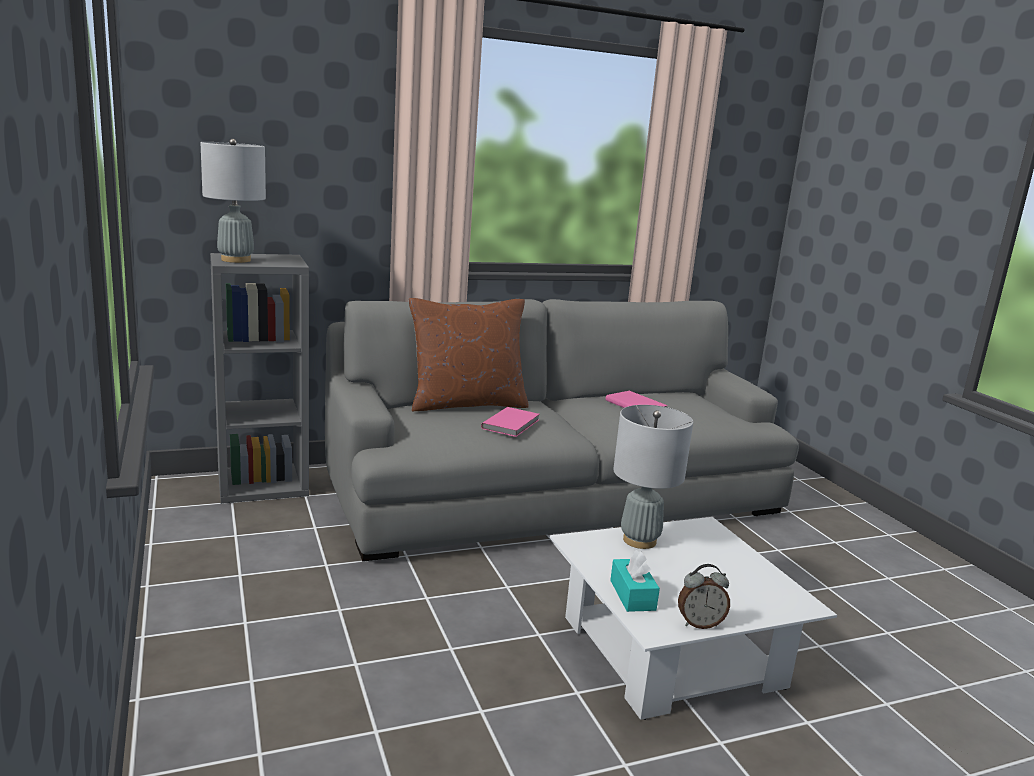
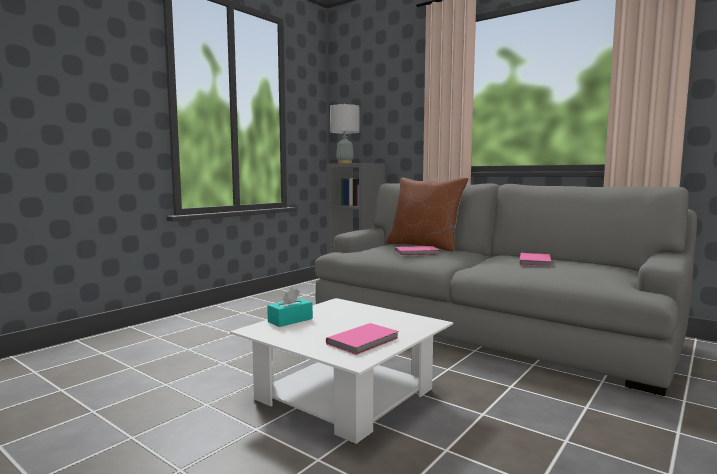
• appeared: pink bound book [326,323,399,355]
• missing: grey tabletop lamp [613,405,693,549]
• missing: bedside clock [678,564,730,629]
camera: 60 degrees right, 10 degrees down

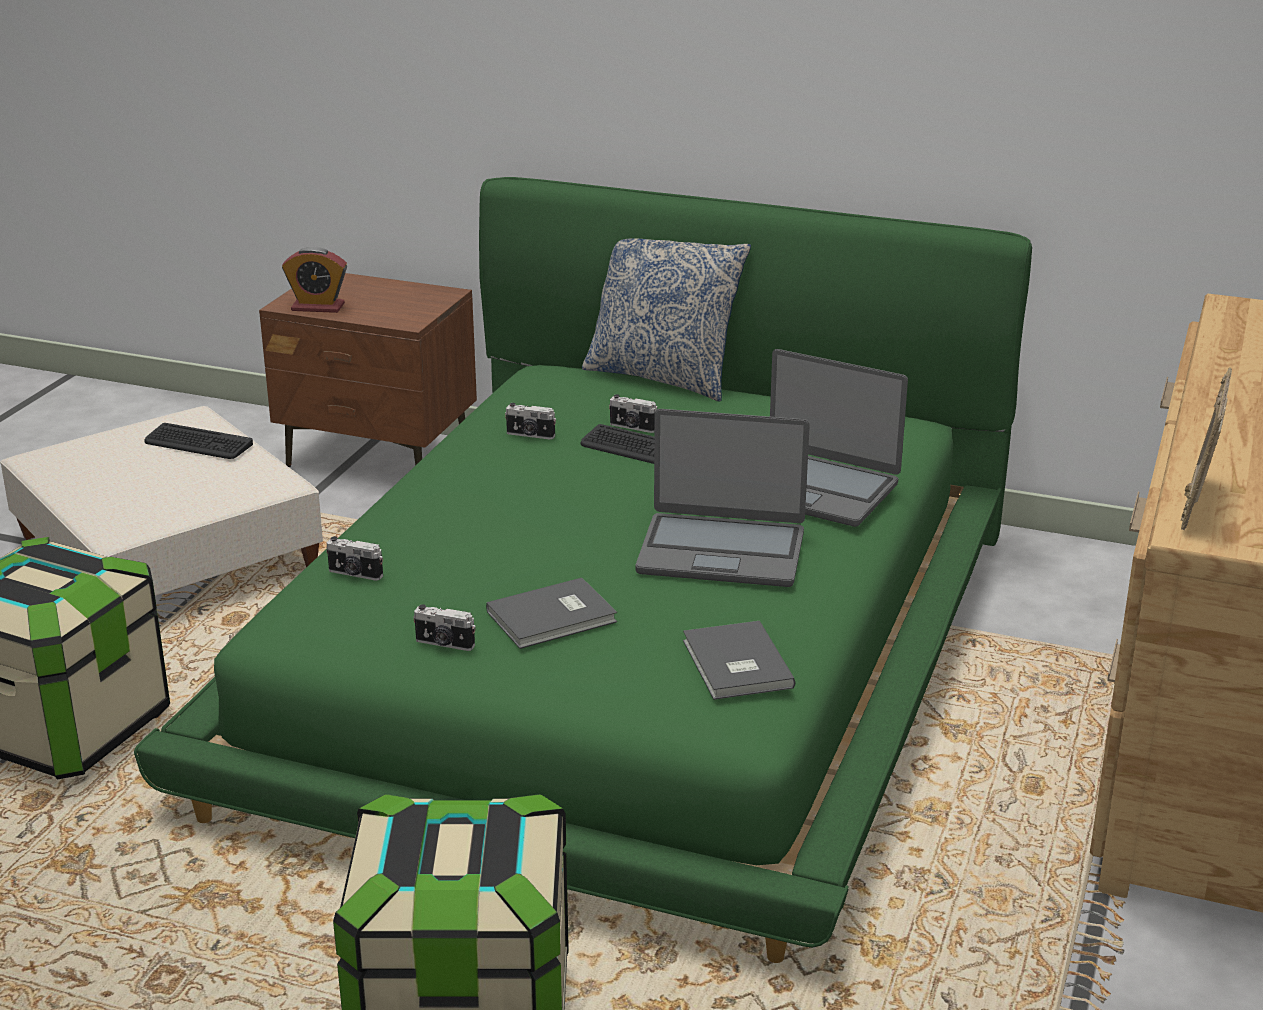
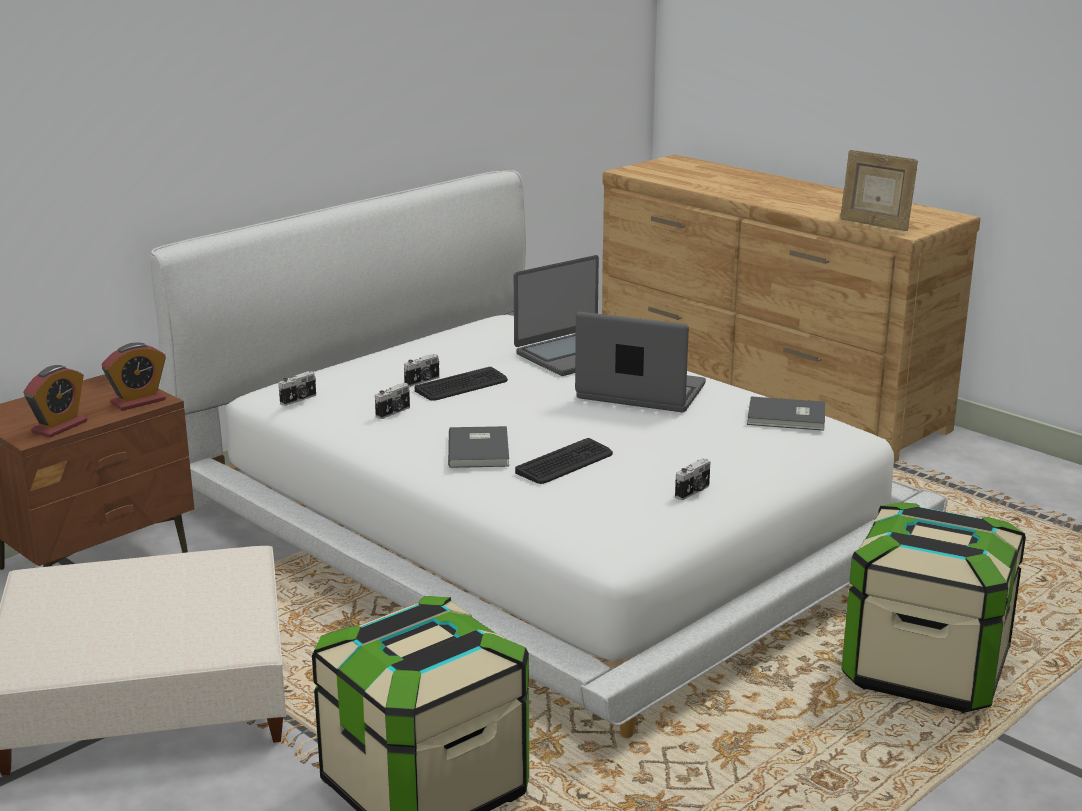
• appeared: bedside clock [102,343,166,411]
• colour: green-coloured sleeping bed [134,177,1032,963] to whitish sleeping bed [150,170,948,738]
• relocated: photo camera [326,536,383,581] to [279,371,316,406]
• relocated: grey bound book [486,578,617,649] to [448,426,509,468]
• relocated: computer keyboard [144,423,253,459] to [515,438,613,484]
• spun: portable computer [635,409,810,587] = [575,312,706,412] 105 degrees counterclockwise
• missing: cushion [582,238,751,401]
camera: 65 degrees left, 5 degrees down

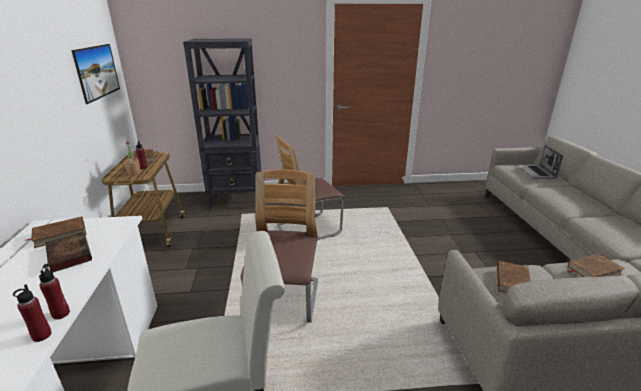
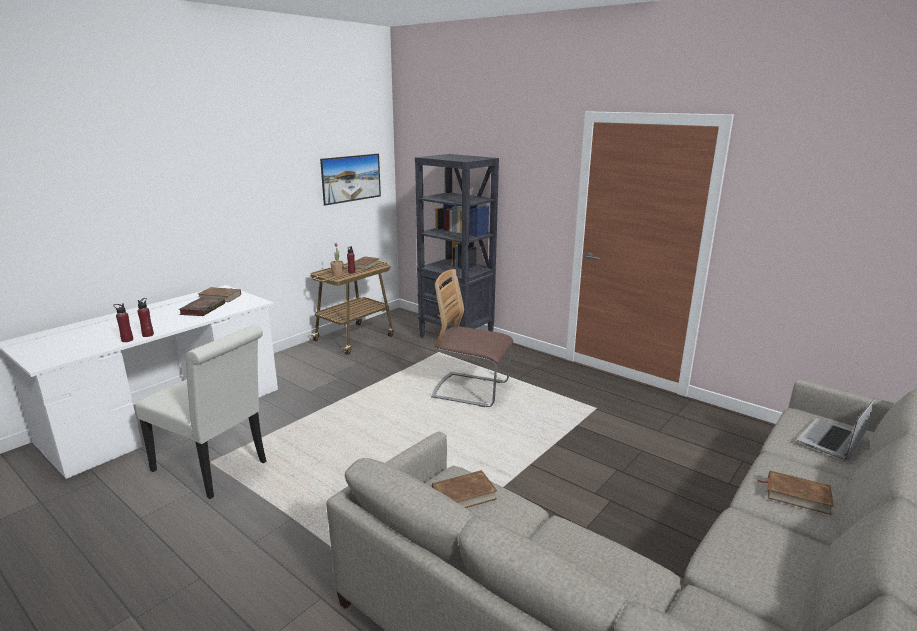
• relocated: brown bound book [568,254,625,277] to [758,470,834,515]
• missing: chair [241,169,318,323]
camera: 45 degrees right, 5 degrees down

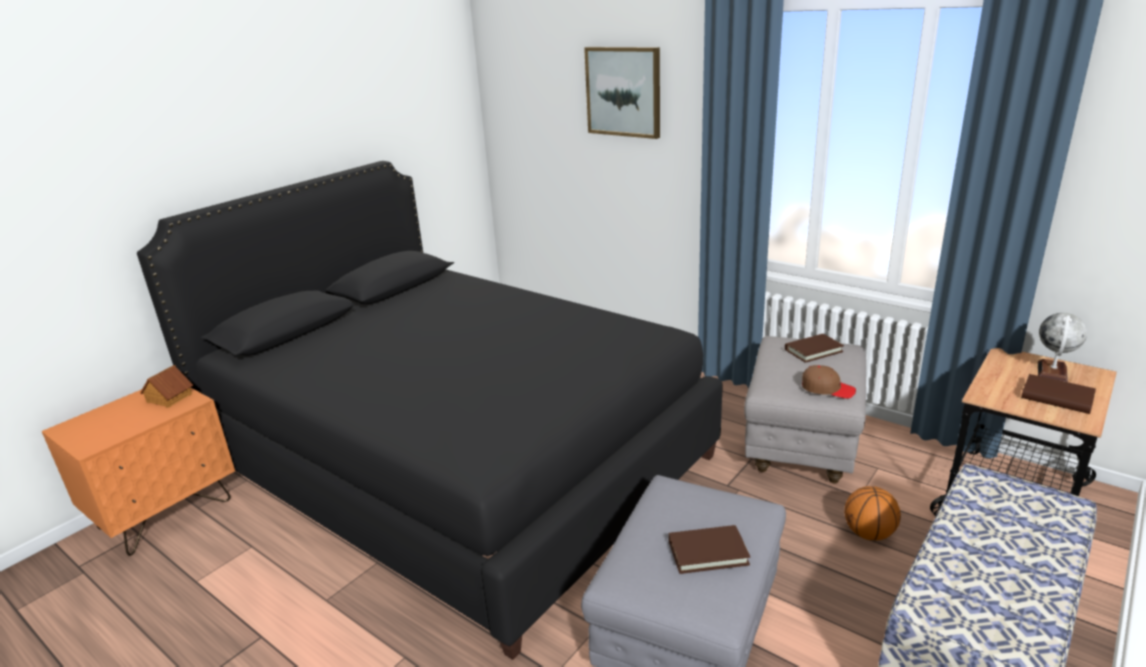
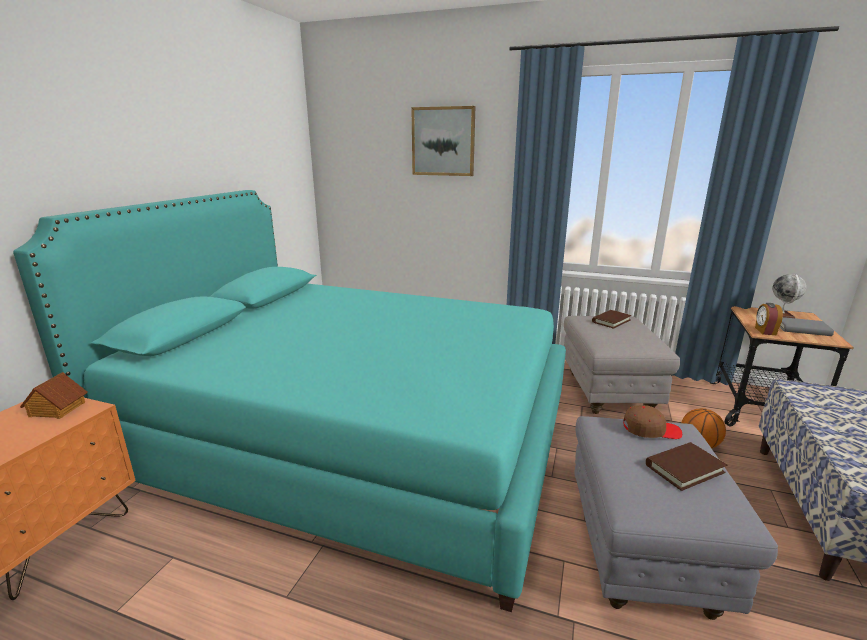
• colour: blackish sleeping bed [137,161,723,660] to blue-green sleeping bed [13,190,566,612]
• relocated: brown baseball cap [802,365,856,398] to [623,405,682,439]
• appeared: bedside clock [755,303,783,335]
• colour: brown bound book [1021,374,1096,414] to grey bound book [780,317,834,336]
camera: 20 degrees left, 5 degrees down

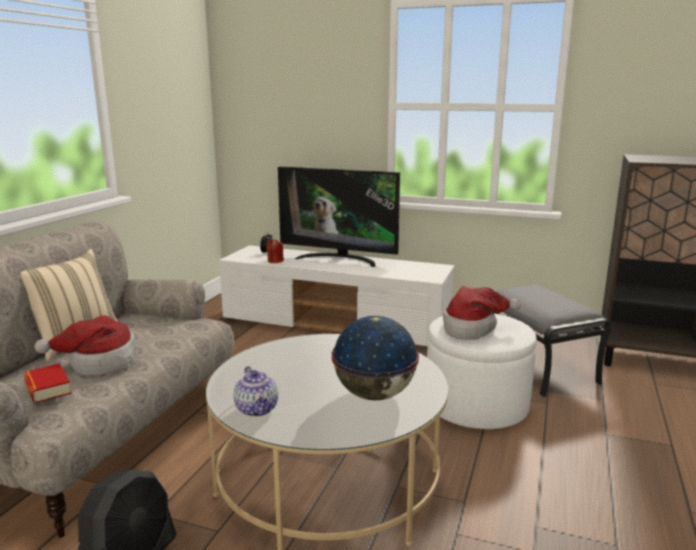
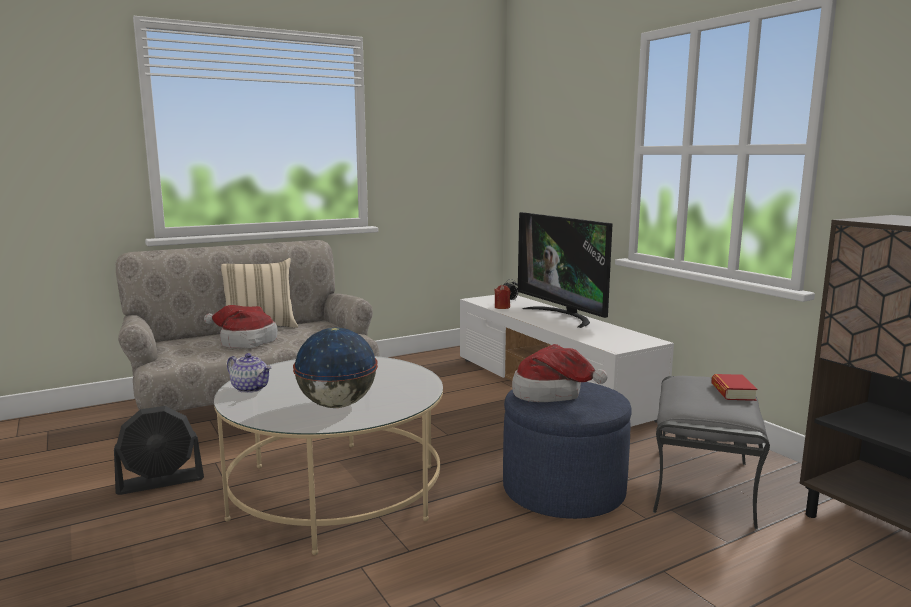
• spun: tea pot [234,366,278,417] = [227,353,272,393] 75 degrees counterclockwise
• colour: whitish pouffe [427,313,537,429] to blue-coloured pouffe [503,382,632,519]
• relocated: bound book [24,363,72,403] to [711,374,758,401]
camera: 40 degrees right, 5 degrees down

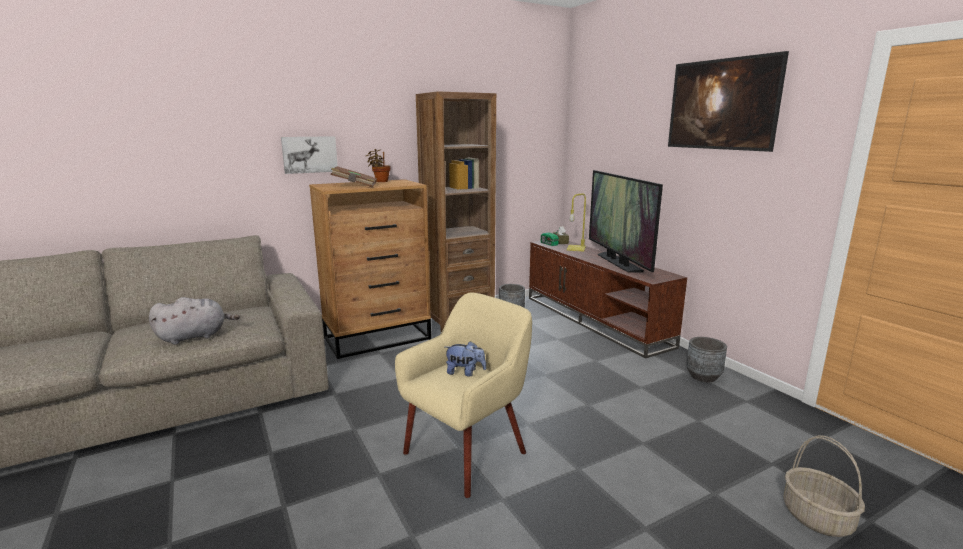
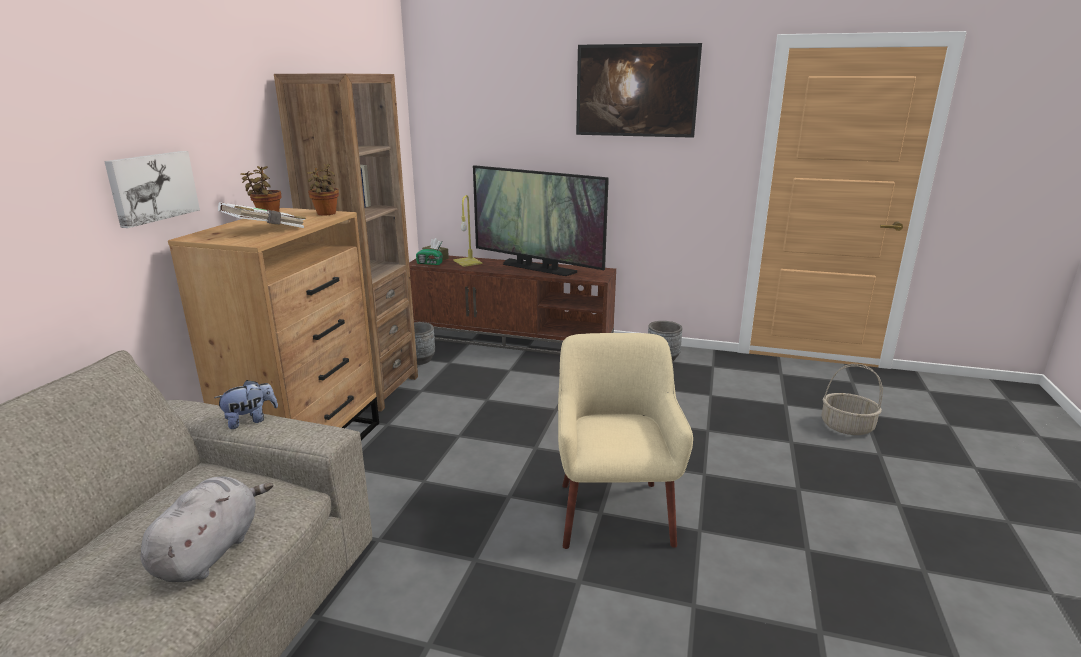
• relocated: soft toy [445,341,486,377] to [214,380,278,429]
• colour: brown bound book [330,166,377,187] to whitish bound book [218,202,306,228]
• appeared: potted plant [307,164,339,215]
camera: 45 degrees left, 5 degrees up

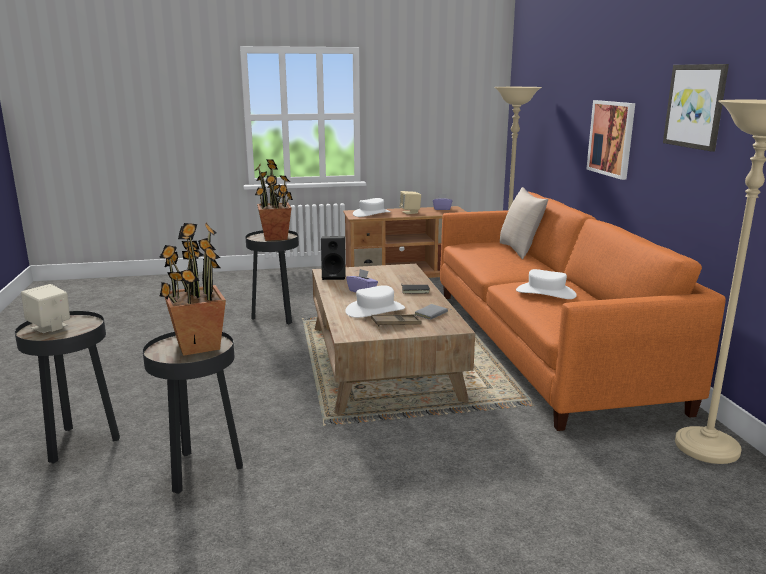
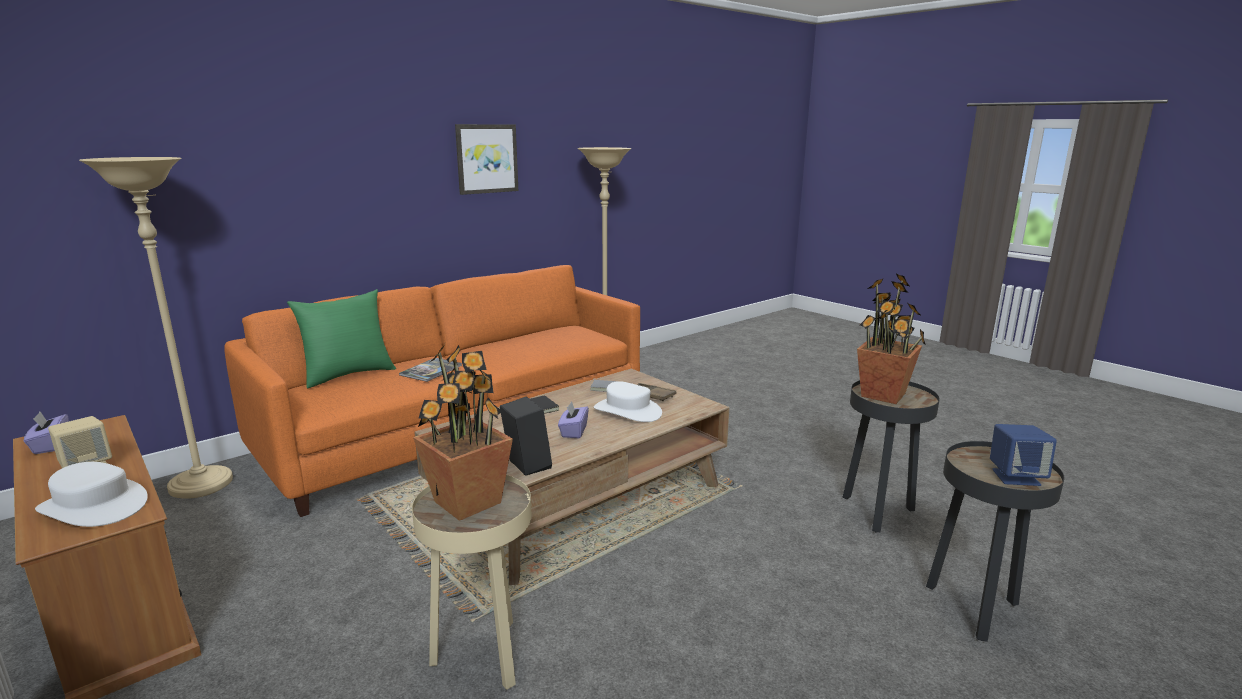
• colour: beige-coloured cushion [500,187,548,259] to green-coloured cushion [287,289,396,388]
• appeared: bound book [399,358,462,382]
• colour: blackish accent table [245,230,299,324] to beige-coloured accent table [412,475,532,690]
• colour: beige-coloured speaker [21,284,70,333] to blue-coloured speaker [990,424,1057,486]
• missing: whitish hat [516,269,577,299]
• missing: wall art [586,100,635,180]
camera: 120 degrees left, 0 degrees up

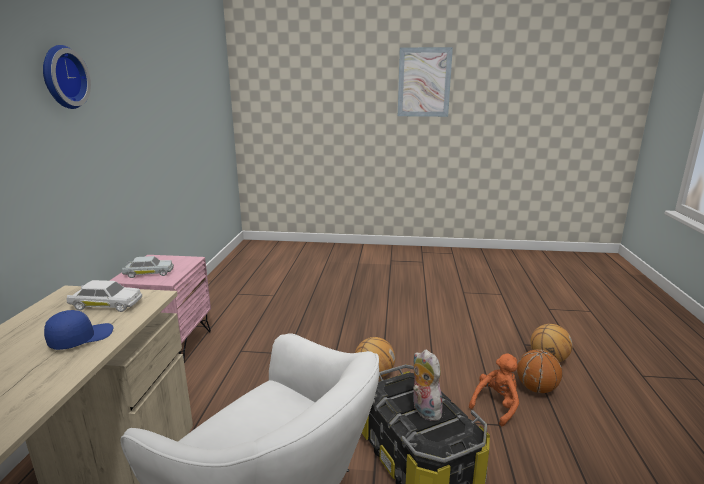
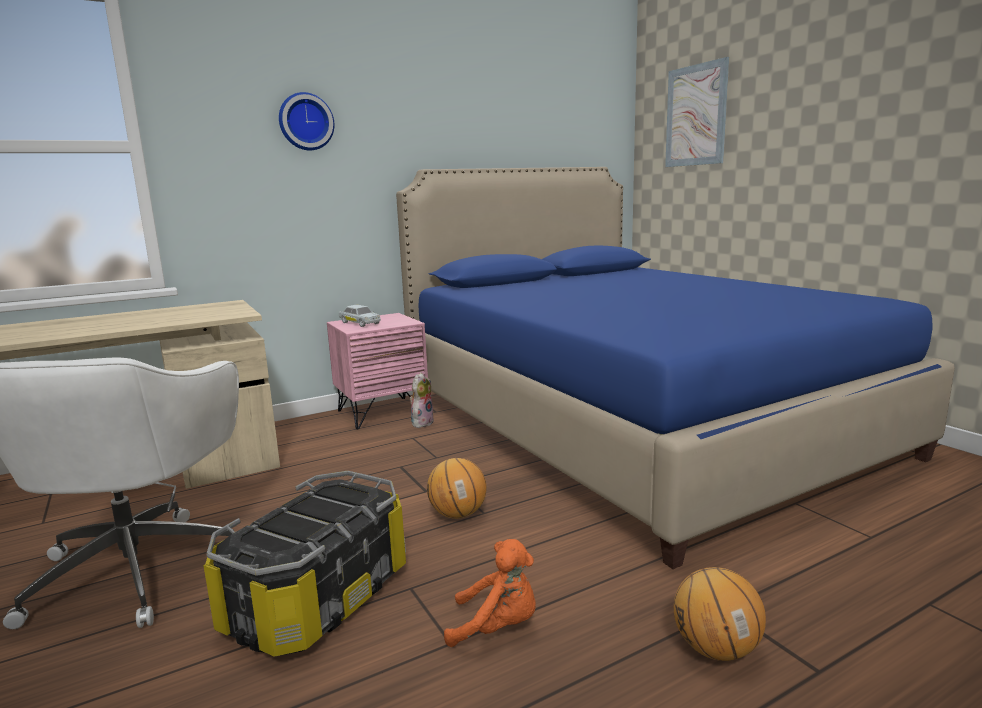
• appeared: blue-coloured sleeping bed [396,167,955,569]
• relocated: soft toy [413,349,443,421] to [410,373,434,428]
• relocated: wall art [398,47,453,117] to [665,57,729,167]
• missing: blue-coloured baseball cap [44,310,114,350]
• missing: whitish toy car [67,280,142,312]
• missing: basketball ball [517,349,563,393]
camera: 55 degrees right, 5 degrees down

